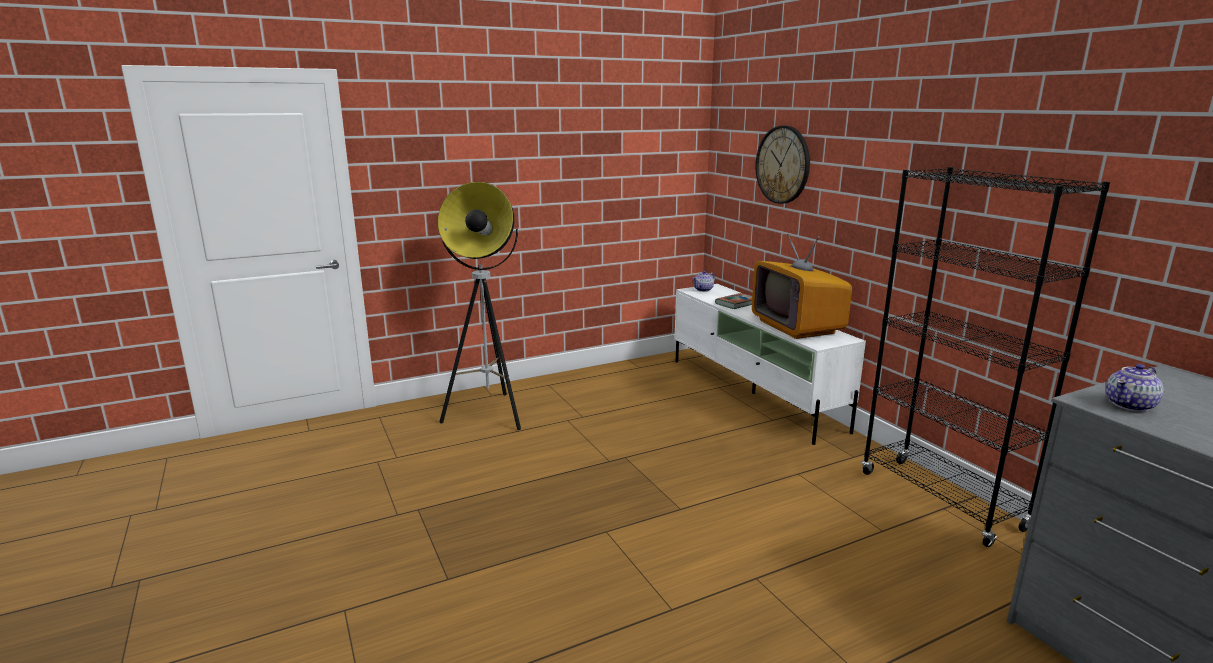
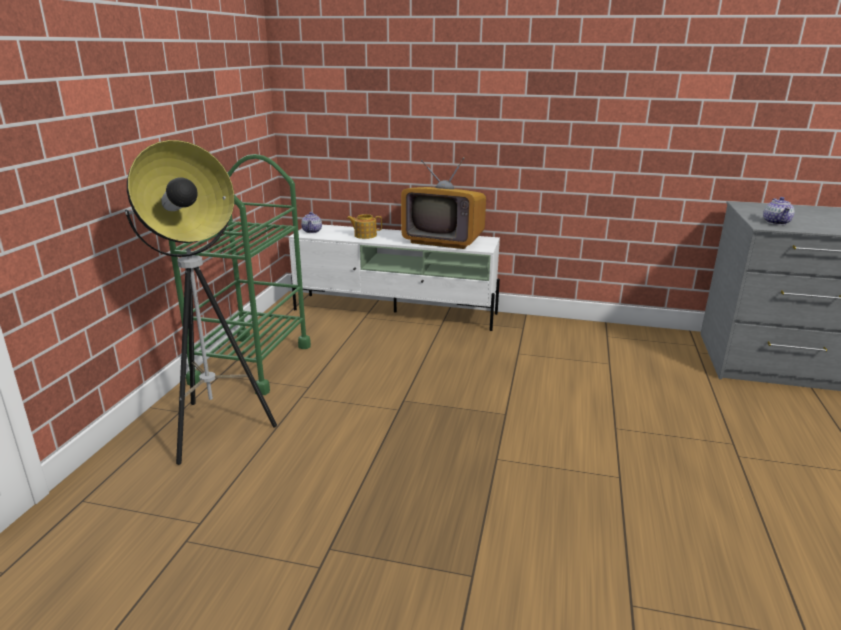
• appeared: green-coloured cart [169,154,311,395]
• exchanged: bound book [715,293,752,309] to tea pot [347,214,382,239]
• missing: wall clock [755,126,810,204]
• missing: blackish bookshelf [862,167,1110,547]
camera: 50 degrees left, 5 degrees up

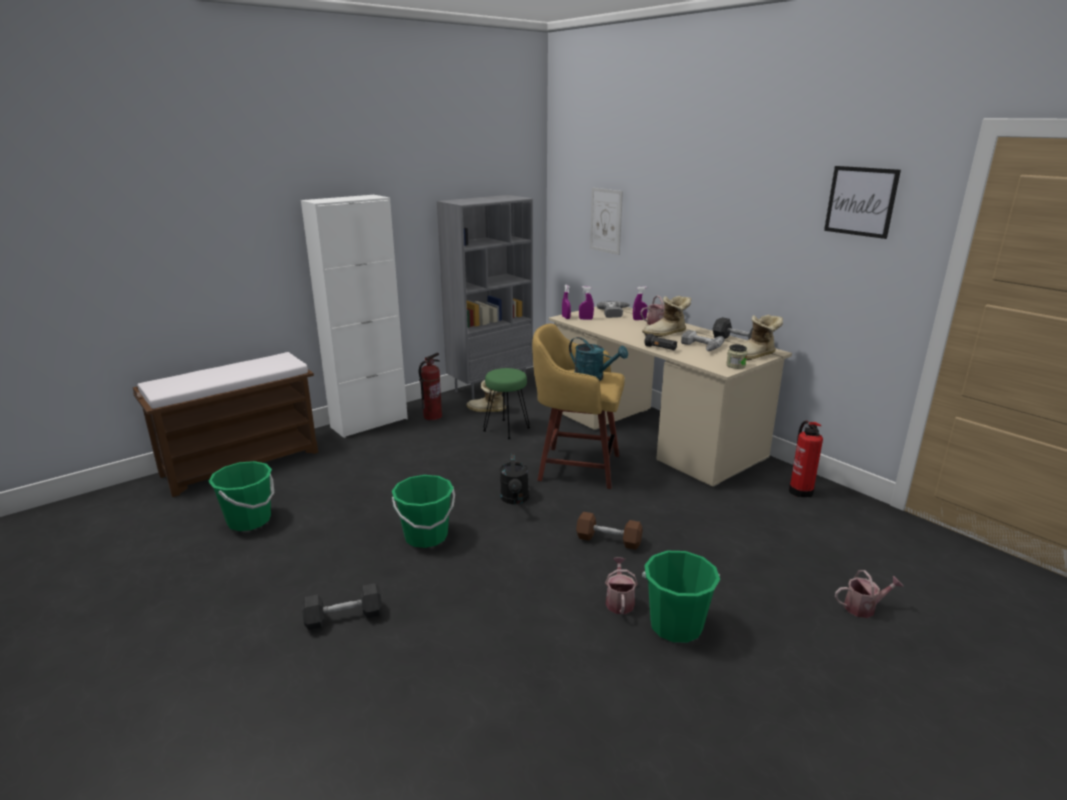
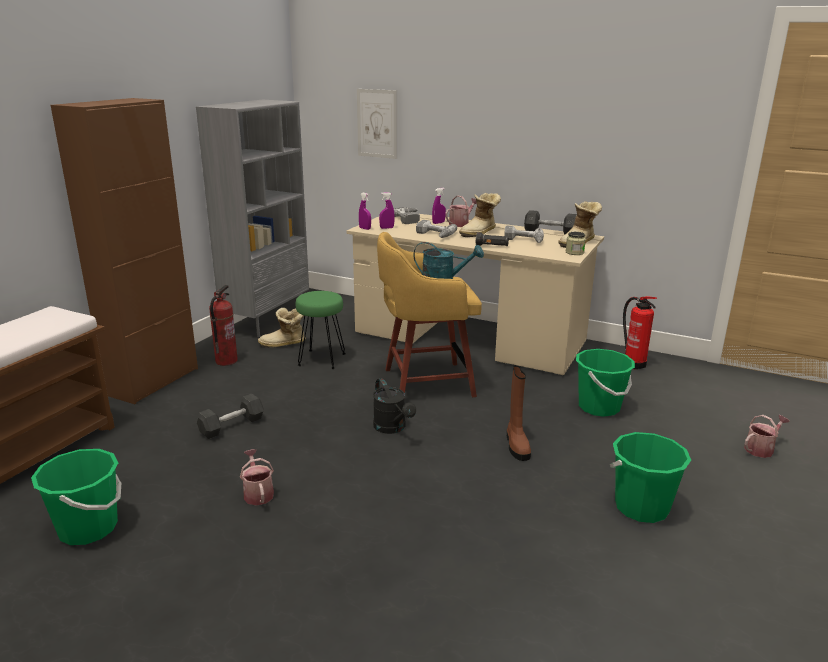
• colour: whitish cabinet [301,195,408,438] to brown cabinet [51,98,198,404]
• relocated: grey dumbbell [302,583,382,630] to [197,394,264,439]
• relocated: watering can [605,558,638,614] to [240,449,274,506]
• appeared: drill [416,220,457,238]
• exchanged: brown dumbbell [576,512,643,550] to brown boot [507,365,531,461]
• relocated: green-coloured water bucket [392,475,455,548] to [576,349,635,417]
• missing: wall art [824,166,901,239]
camera: 25 degrees left, 0 degrees up

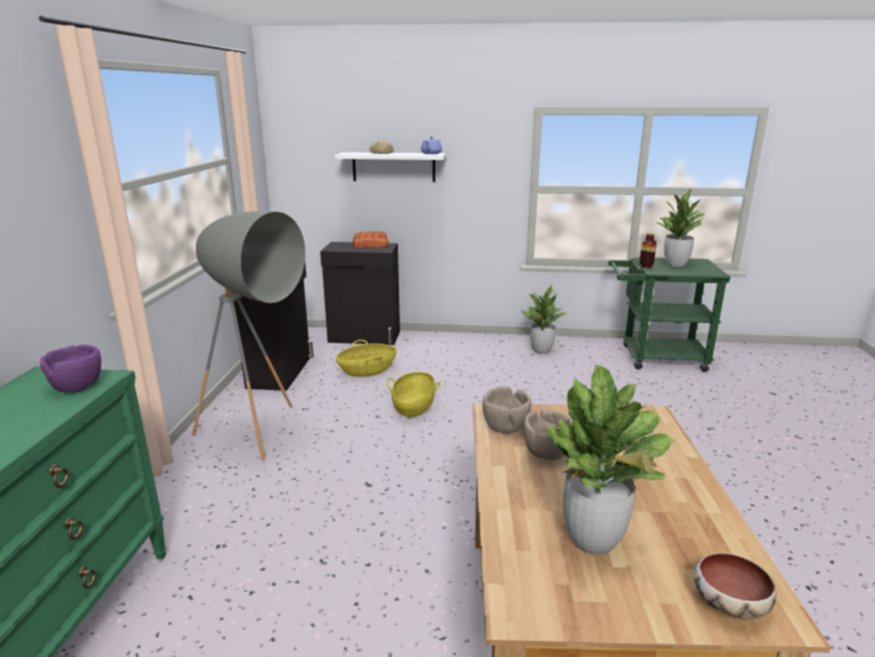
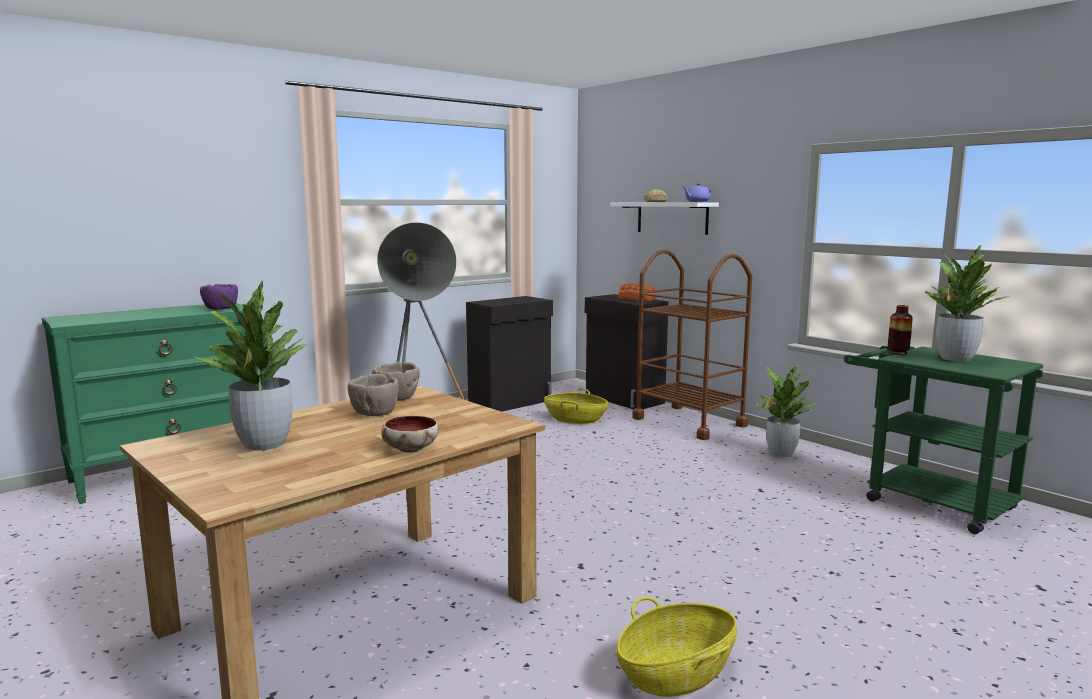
• relocated: bowl [694,553,777,619] to [381,416,439,453]
• relocated: storage basket [386,372,441,417] to [617,597,737,697]
• appeared: brown cart [632,249,752,440]
camera: 45 degrees right, 10 degrees down

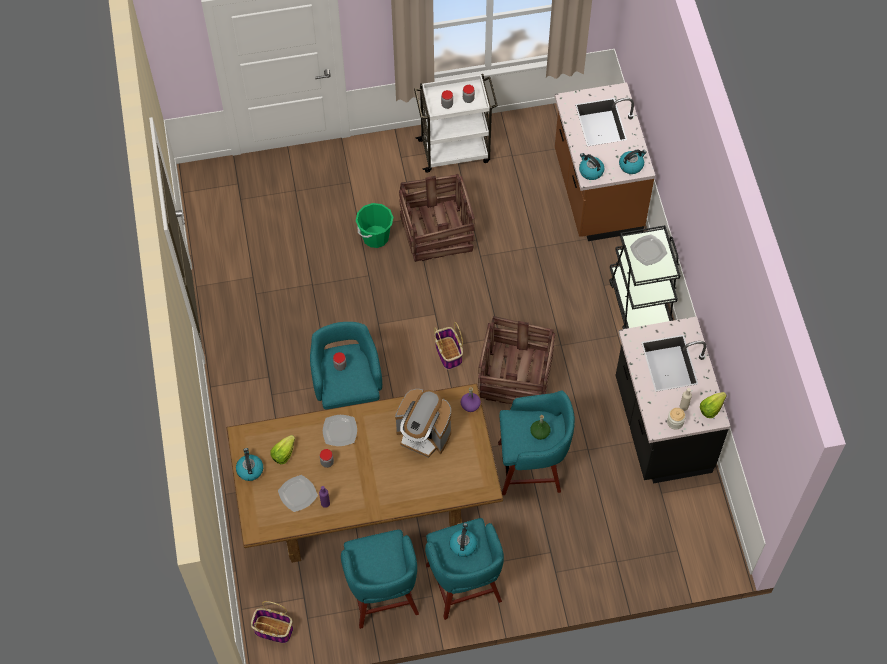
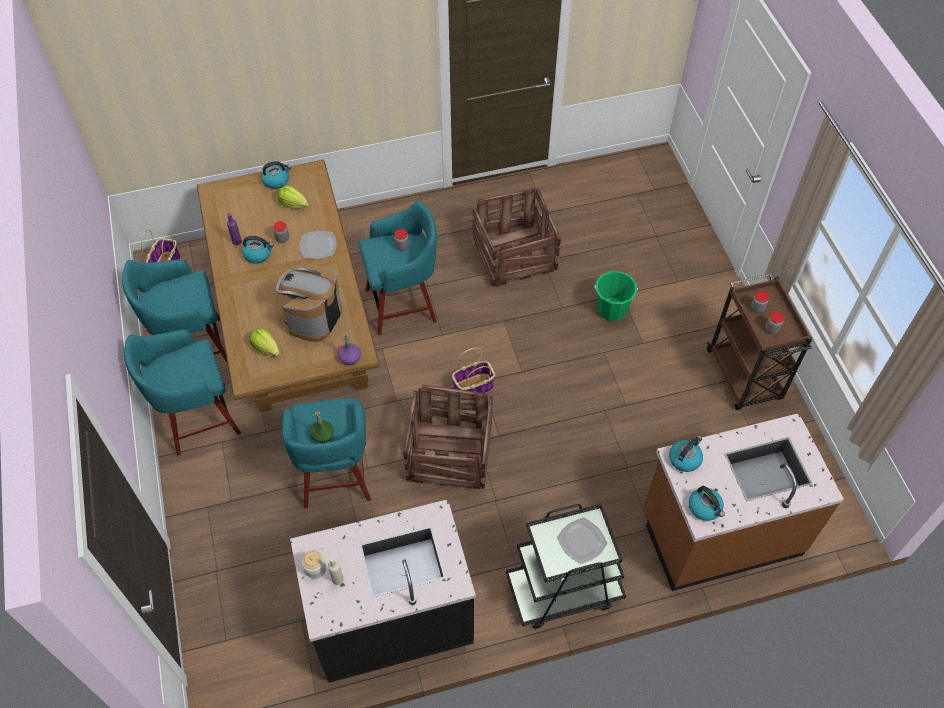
• relocated: water kettle [449,523,477,557] to [242,236,274,264]
• relocated: lettuce head [700,392,727,418] to [249,328,280,356]
• relocated: packing crate [399,174,475,262] to [473,188,561,287]
• colour: whitish cart [414,74,498,173] to brown cart [707,273,813,410]
• missing: plate [278,475,318,512]
camera: 85 degrees right, 5 degrees down

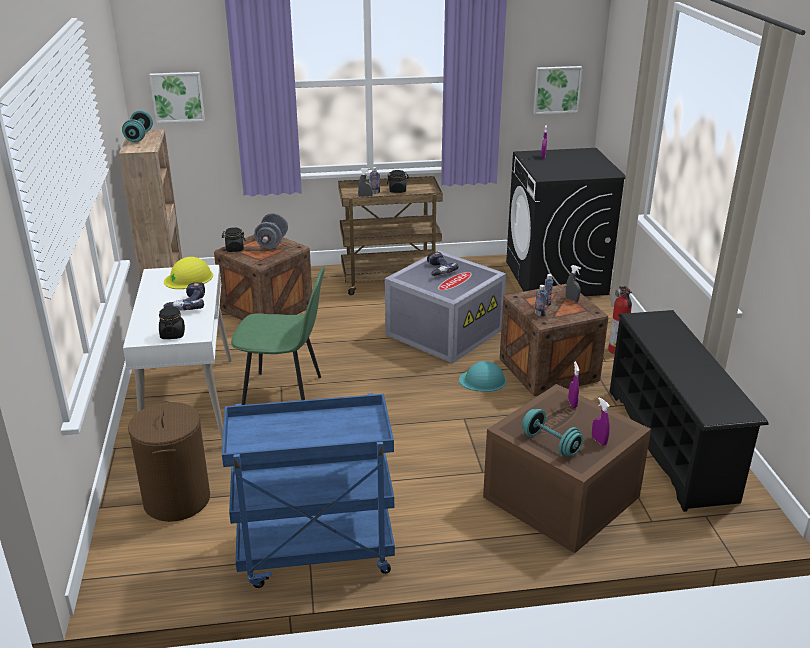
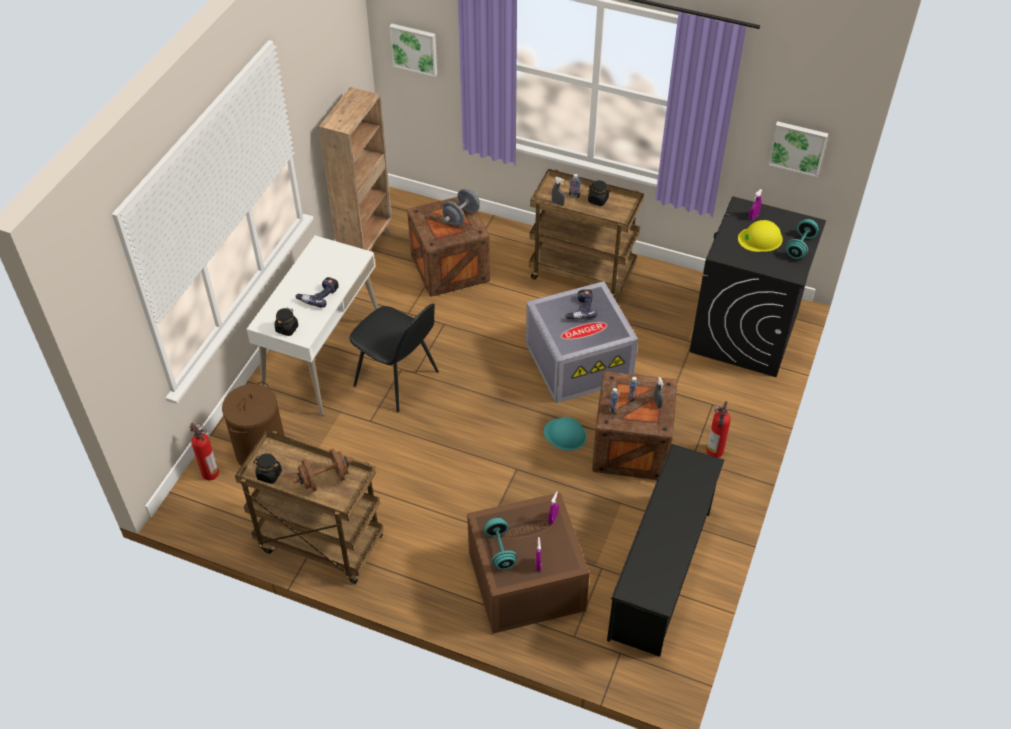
• appeared: extinguisher [189,423,219,480]
• colour: blue-coloured cart [222,393,395,588] to brown cart [235,430,384,584]
• relocated: blackish storage jar [222,227,246,252] to [253,453,282,484]
• appeared: brown dumbbell [293,449,353,492]
• colour: green-coloured chair [231,267,325,405] to blackish chair [349,303,439,412]
• relocated: yellowish safety helmet [164,257,213,289] to [738,220,783,252]
• relocated: blue-green dumbbell [122,110,153,142] to [786,219,819,259]
camera: 30 degrees right, 20 degrees up

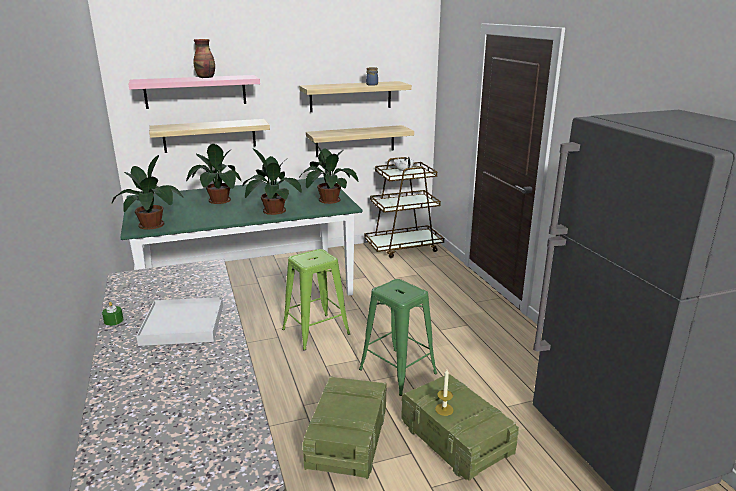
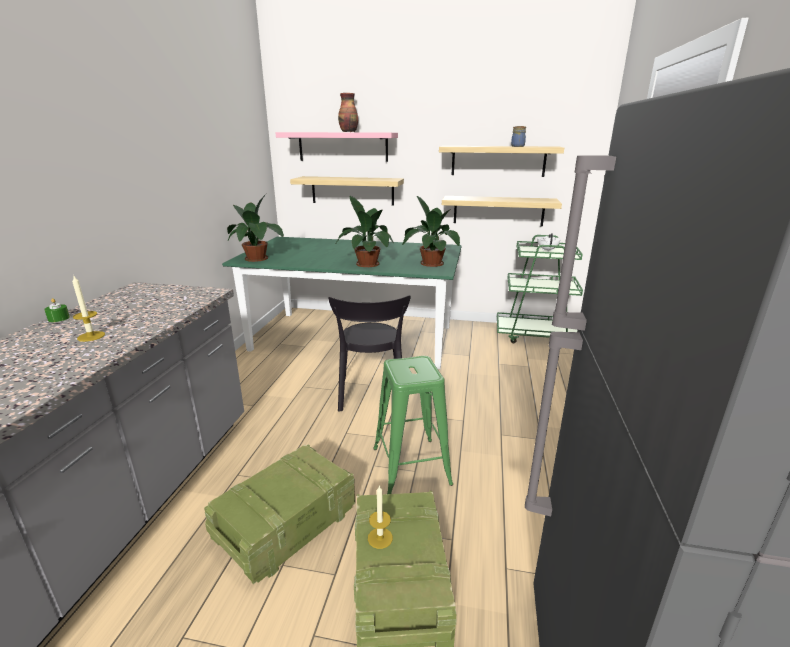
• exchanged: whitish carrying tray [136,297,223,346] to wax candle [72,276,105,342]
• exchanged: green-coloured stool [282,249,350,351] to blackish chair [328,295,411,412]
• colour: brown cart [364,157,444,258] to green-coloured cart [497,235,583,343]
• missing: potted plant [186,144,242,204]
camera: 30 degrees right, 0 degrees up

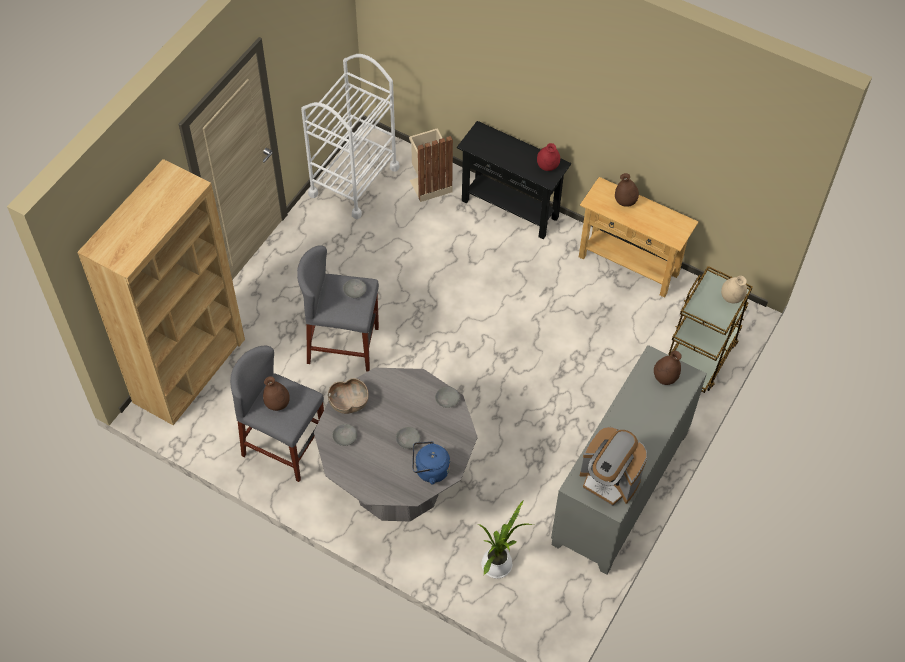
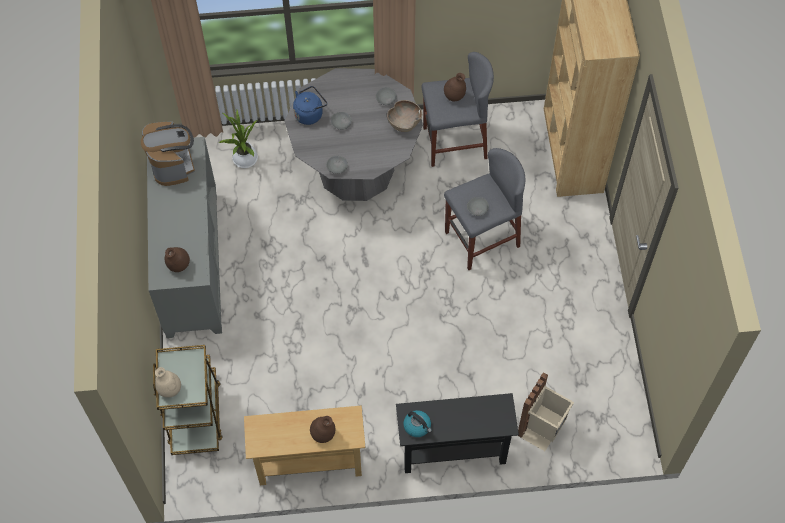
• spun: coffee maker [580,427,647,506] = [141,122,195,186] 75 degrees clockwise
• exchanged: red-coloured vase [537,143,560,171] to water kettle [403,410,432,437]
• missing: whitish cart [301,54,399,219]
camera: 145 degrees right, 5 degrees up

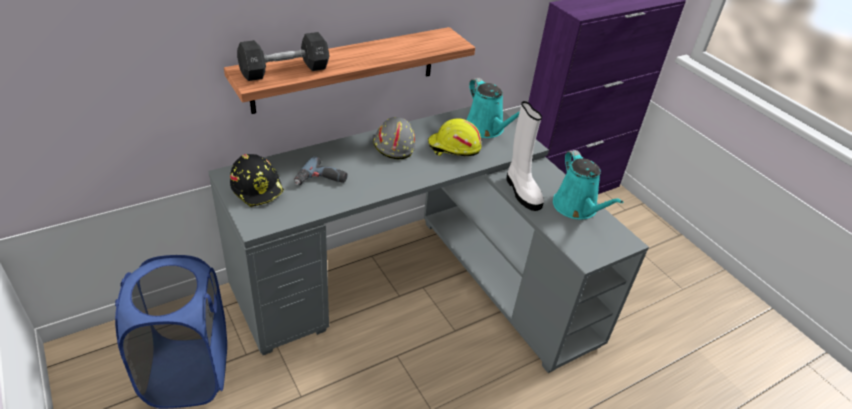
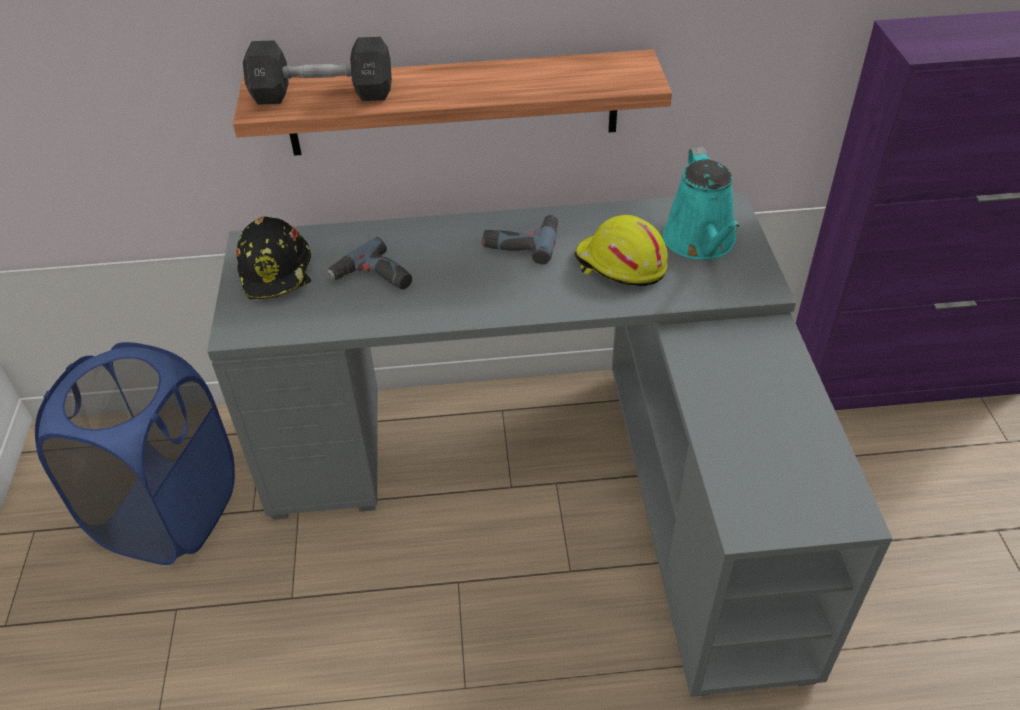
• exchanged: grey safety helmet [373,117,416,159] to drill [482,215,558,264]
• missing: whitish boot [506,101,544,211]
• missing: blue-green watering can [553,150,623,220]
camera: 30 degrees right, 5 degrees up

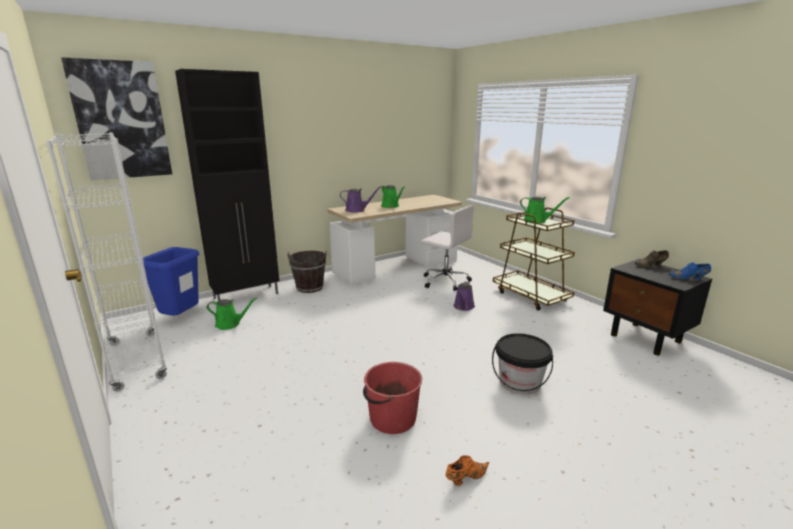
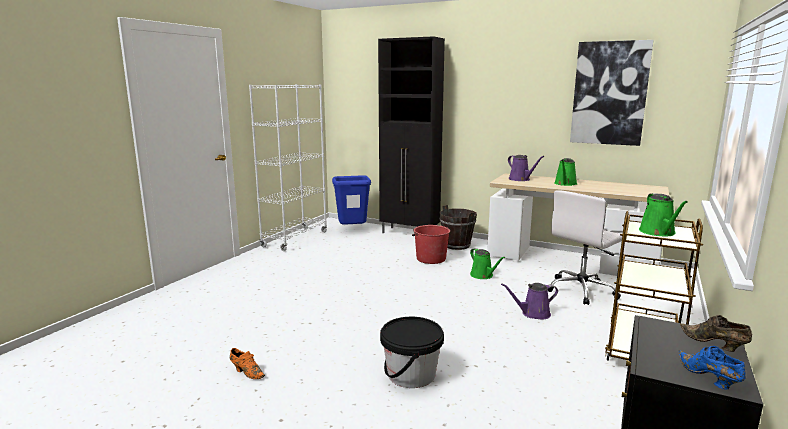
• relocated: red-coloured water bucket [363,362,422,434] to [412,225,450,264]
• relocated: green-coloured watering can [207,298,257,330] to [470,248,505,279]
• spun: whitish desk chair [421,205,474,291] = [548,190,622,305] 45 degrees clockwise
• relocated: wall art [61,57,172,180] to [570,40,654,146]
camera: 60 degrees right, 5 degrees down

